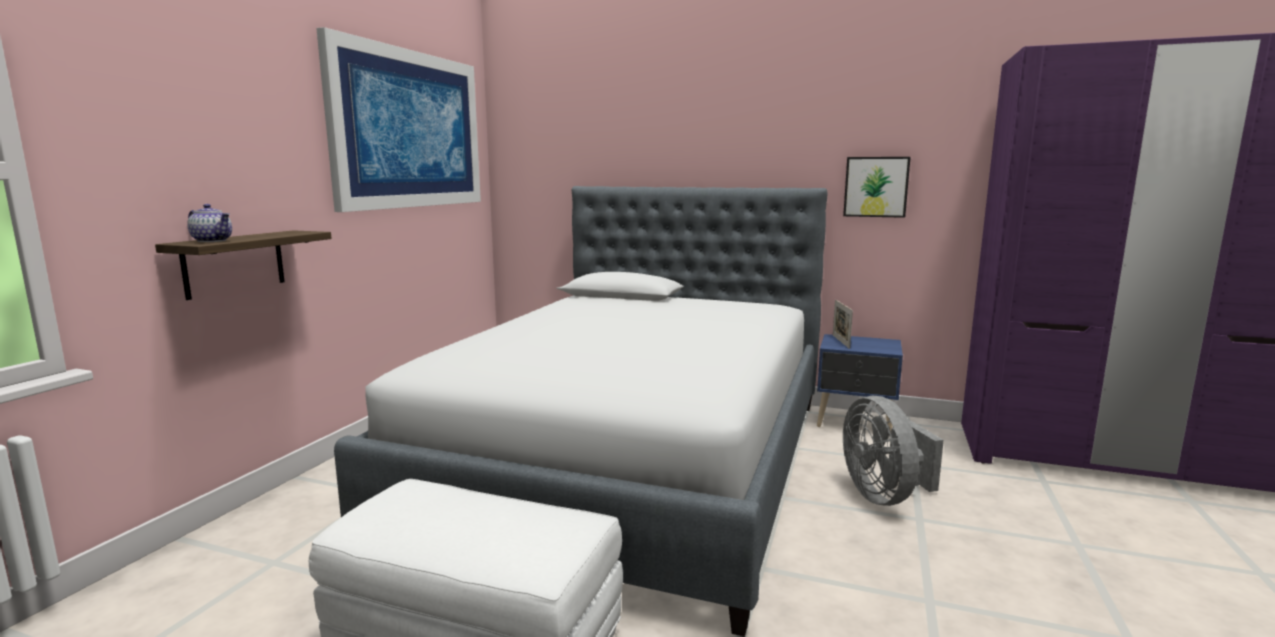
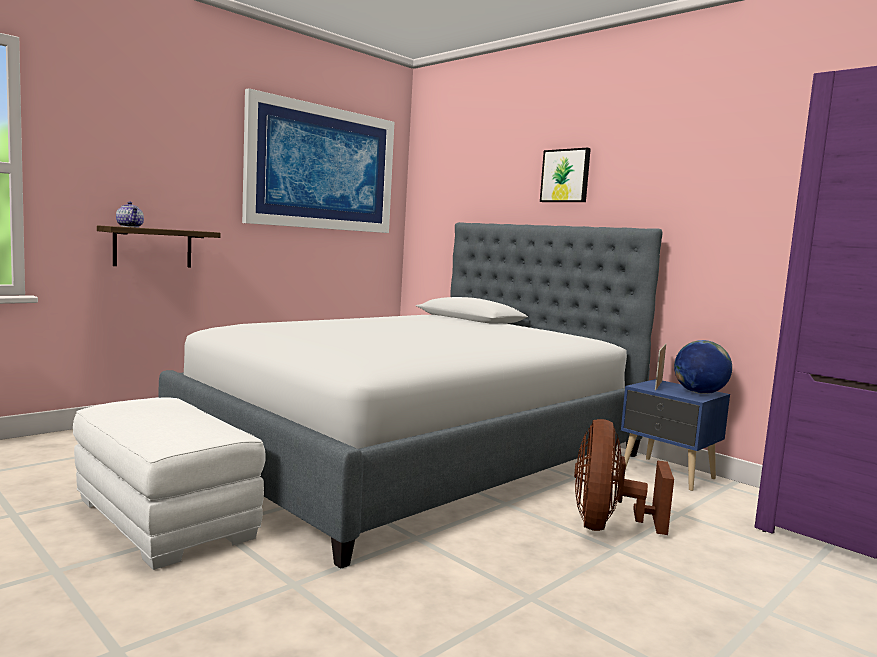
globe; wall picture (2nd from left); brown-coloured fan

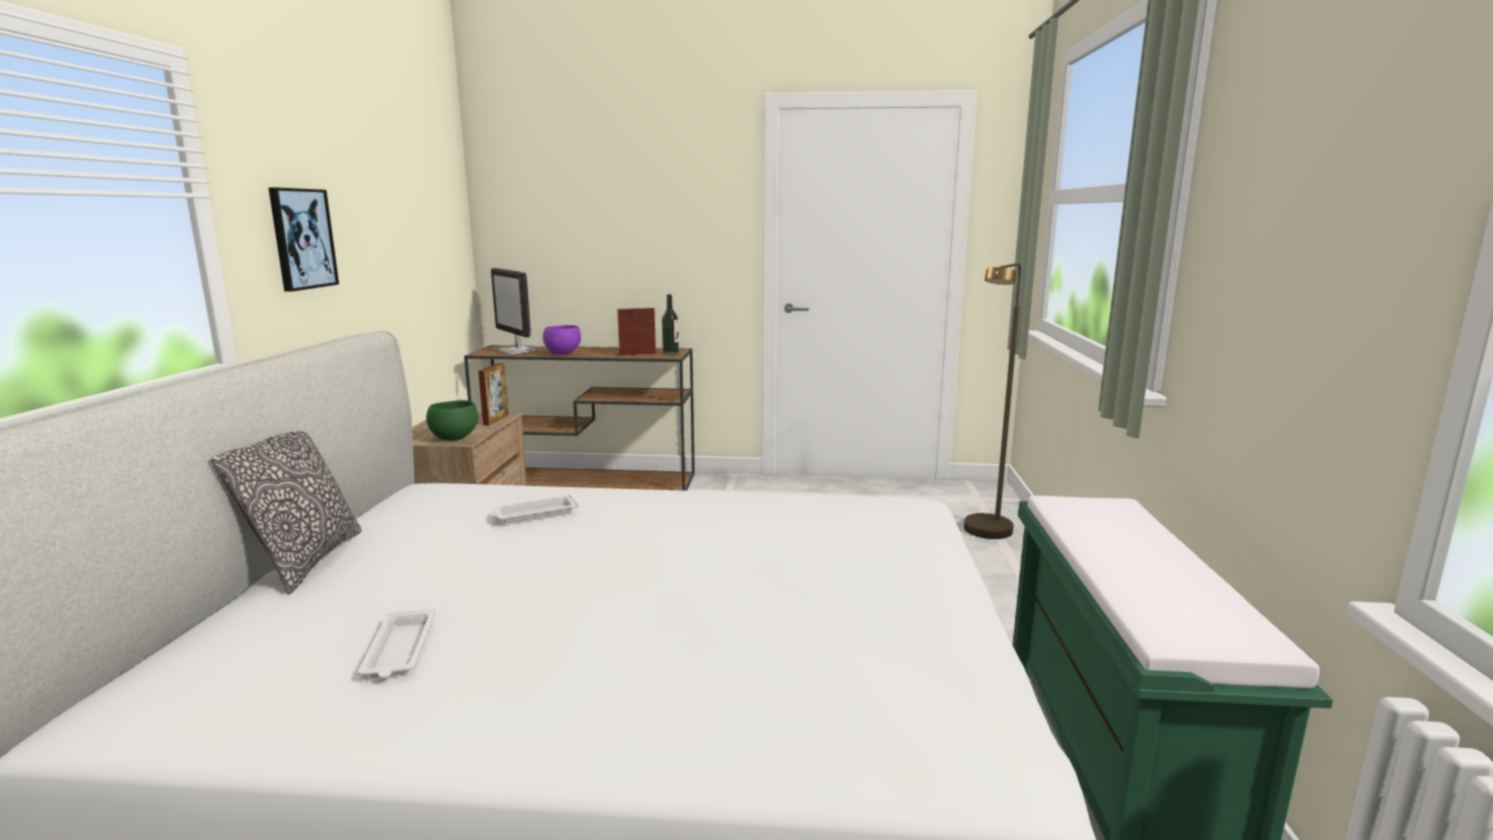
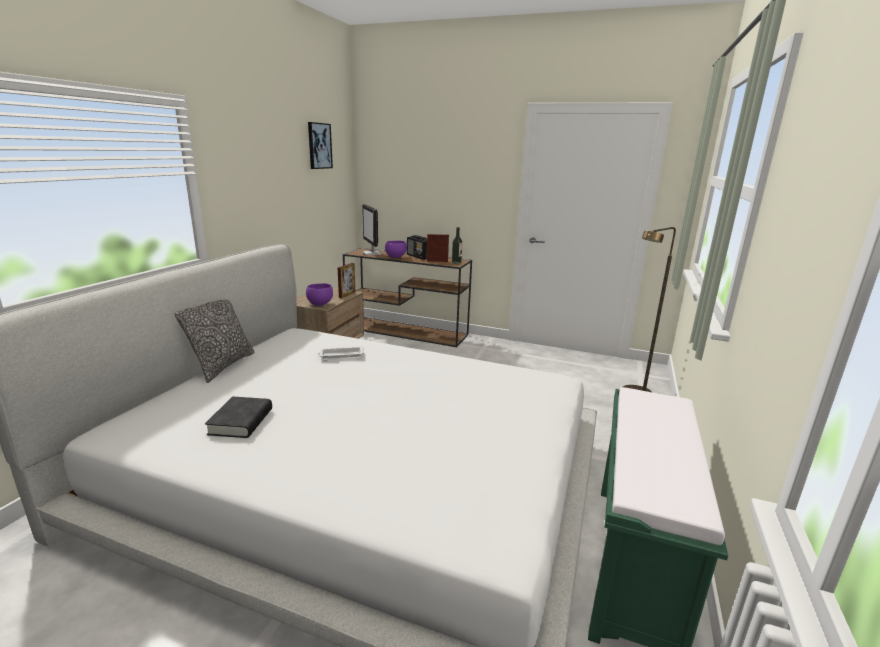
radio set; wall picture; black volume; purple-coloured deep dish (1st from left)

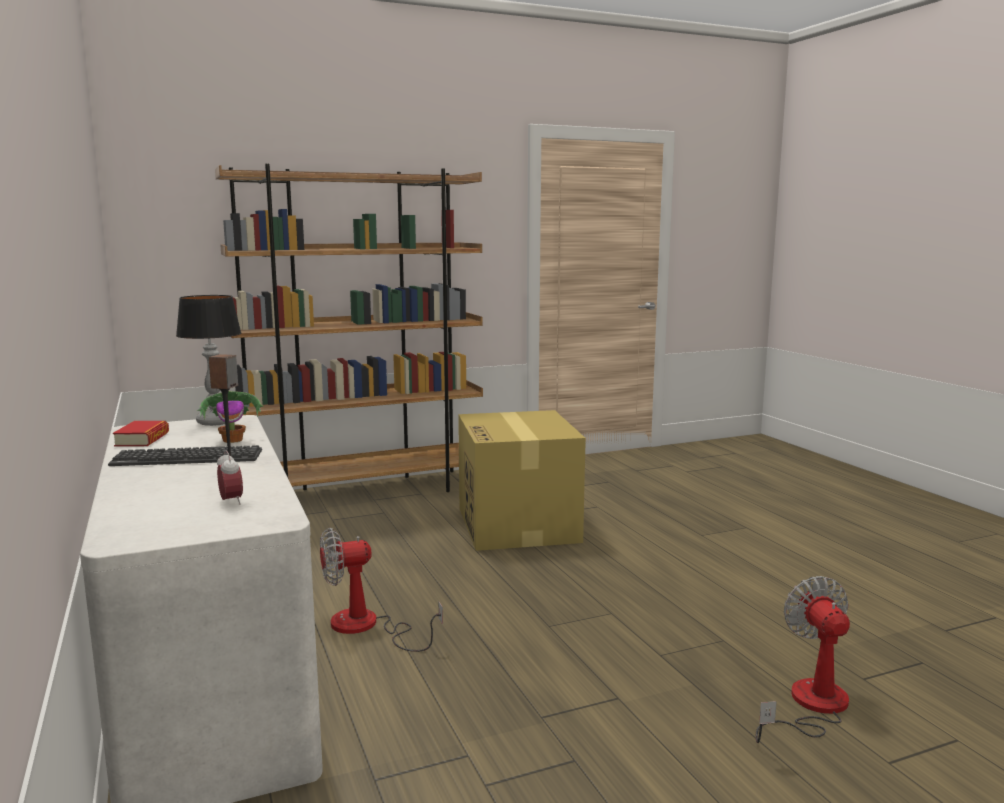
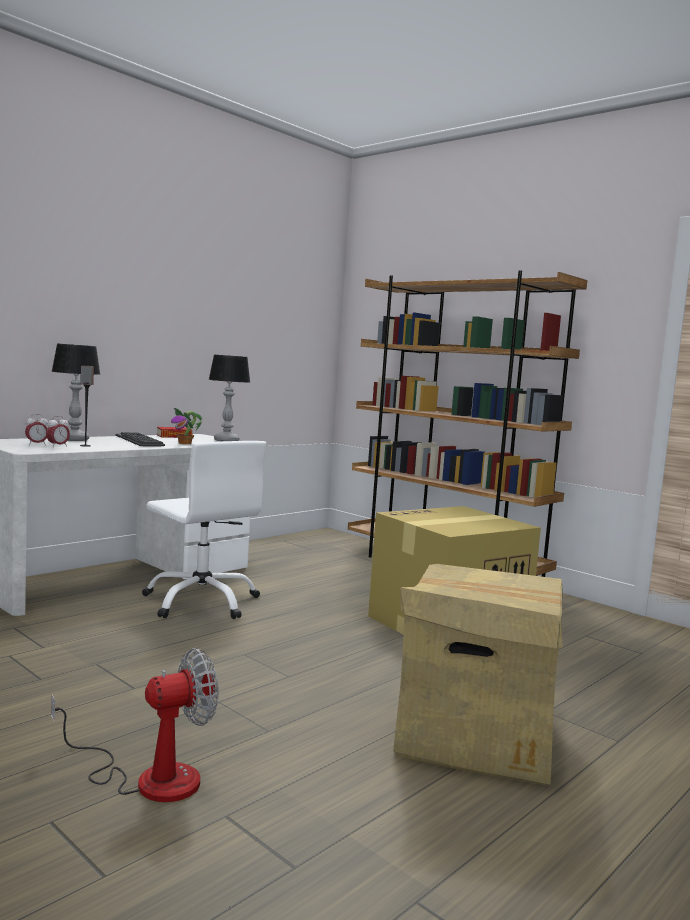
alarm clock (1st from left); lamp for a table (1st from left); packing box (2nd from left); whitish office chair

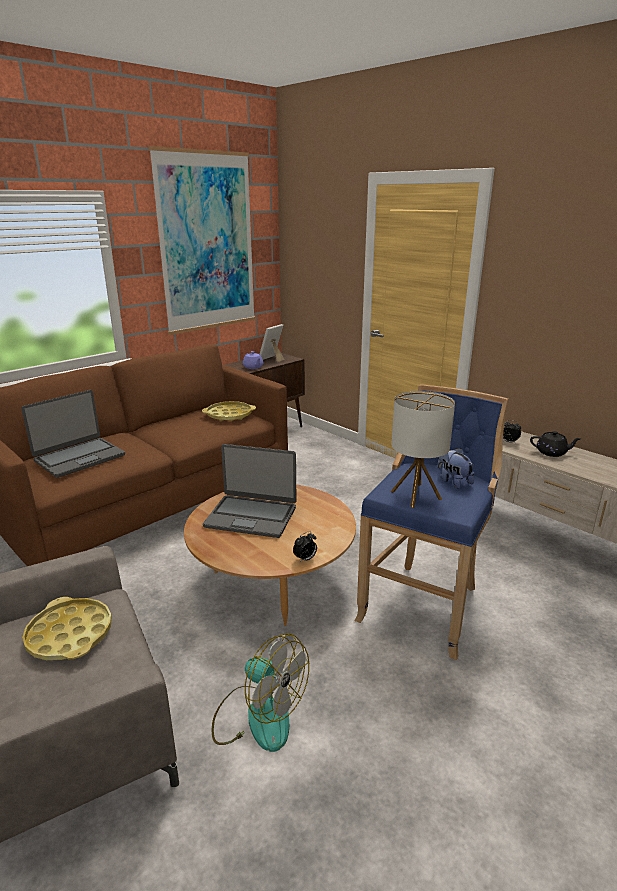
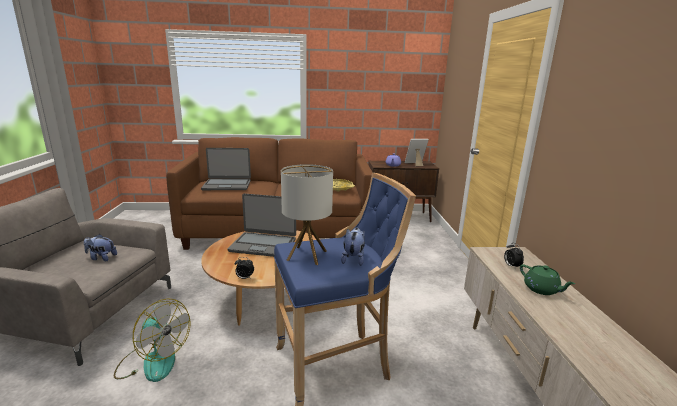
wall picture; cuddly toy (1st from left); green-coloured tea pot; laptop (2nd from left); fan

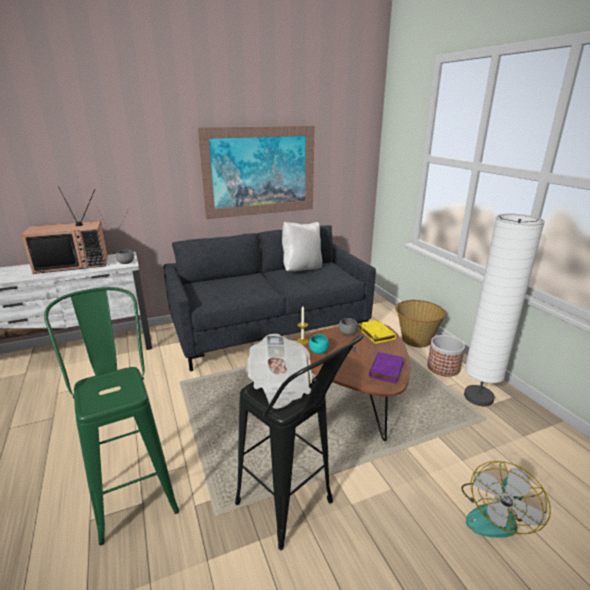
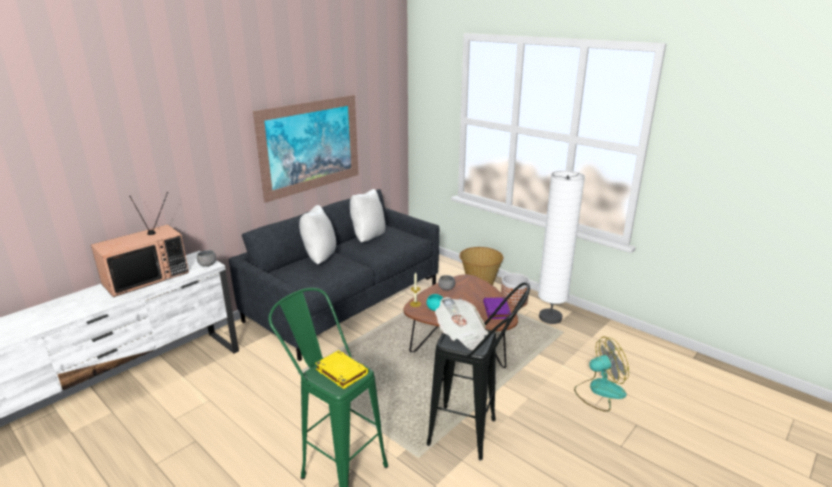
whitish throw pillow (1st from left); yellow volume; fan

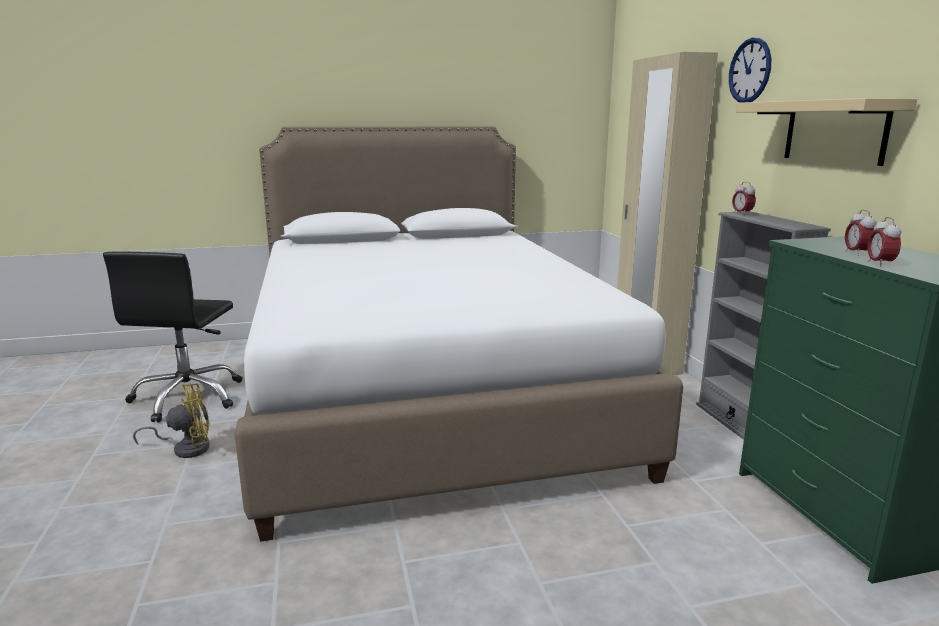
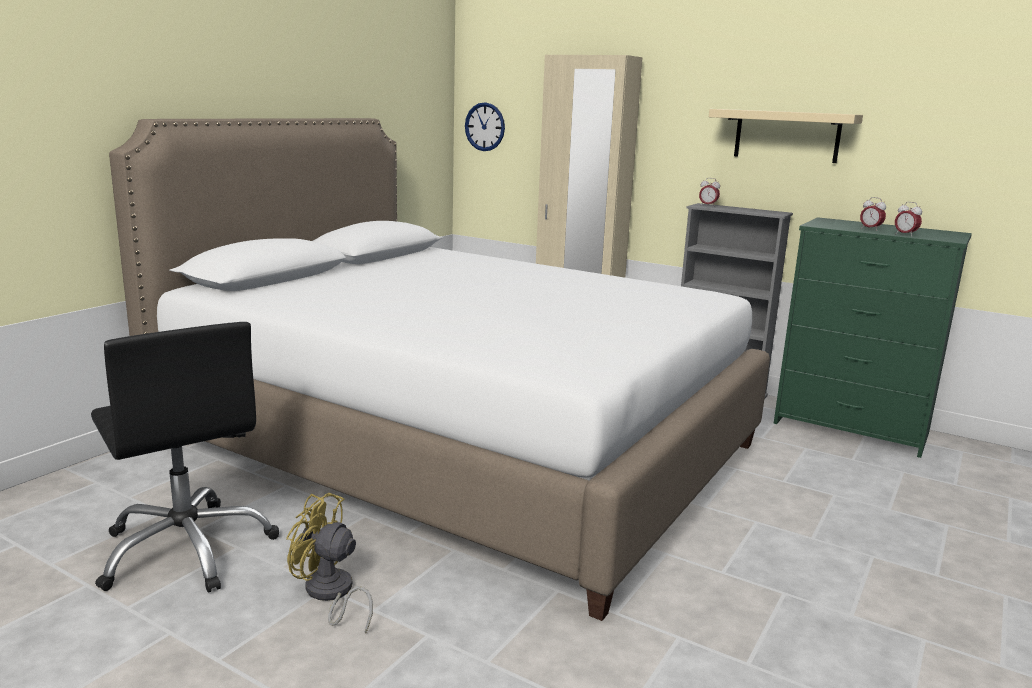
hanging clock; yellow fan

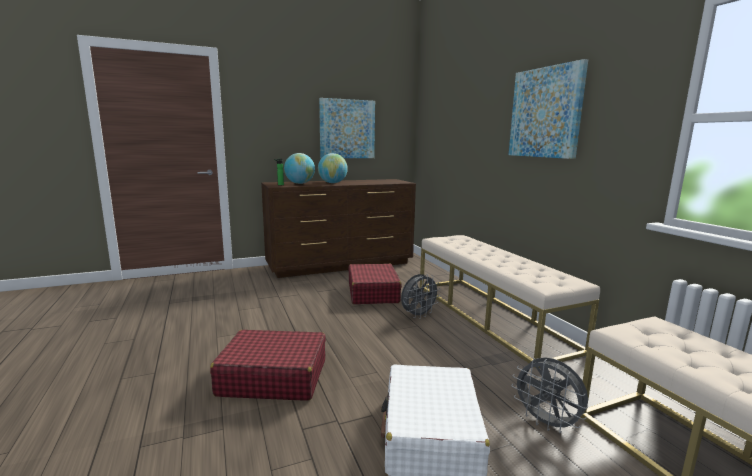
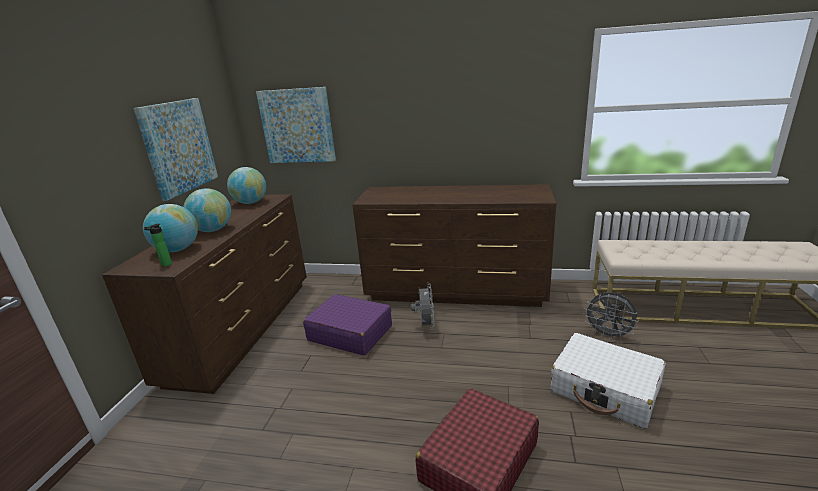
globe (3rd from left); wall picture (2nd from left); brown-coloured drawer chest (2nd from left); purple-coloured suitcase; greyish fan (2nd from left)

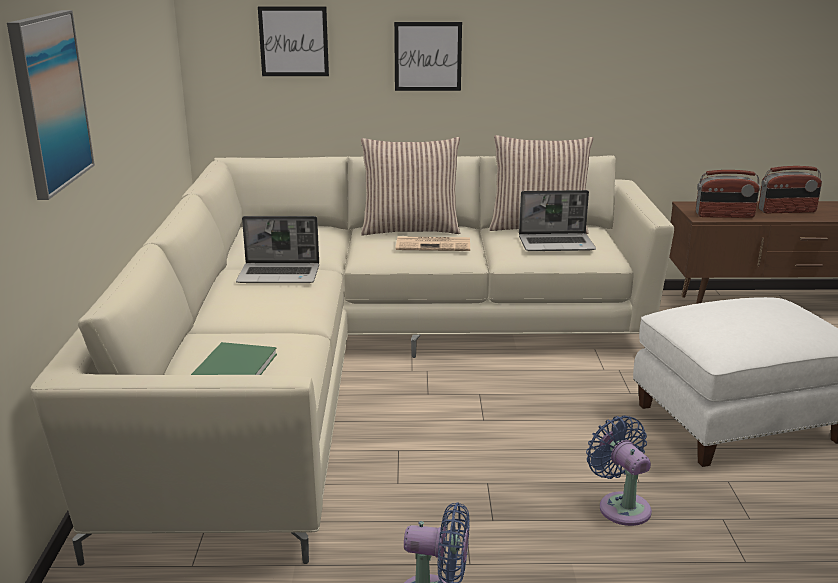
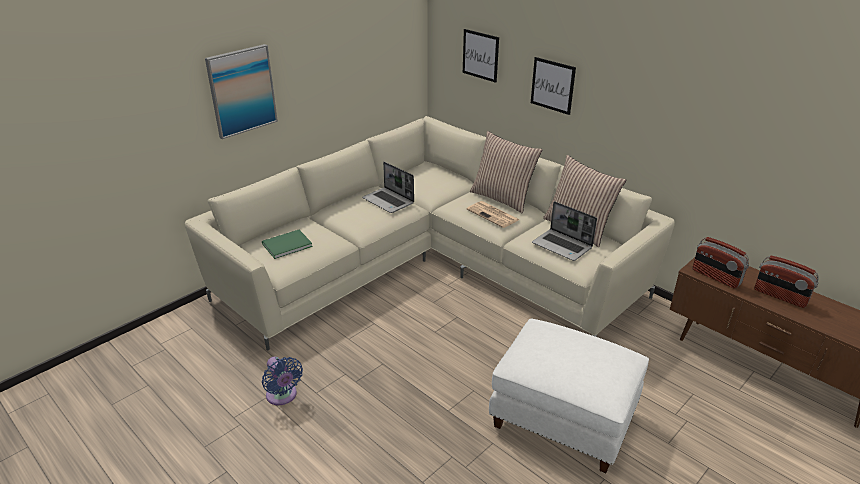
blue-coloured fan (2nd from left in the first image)

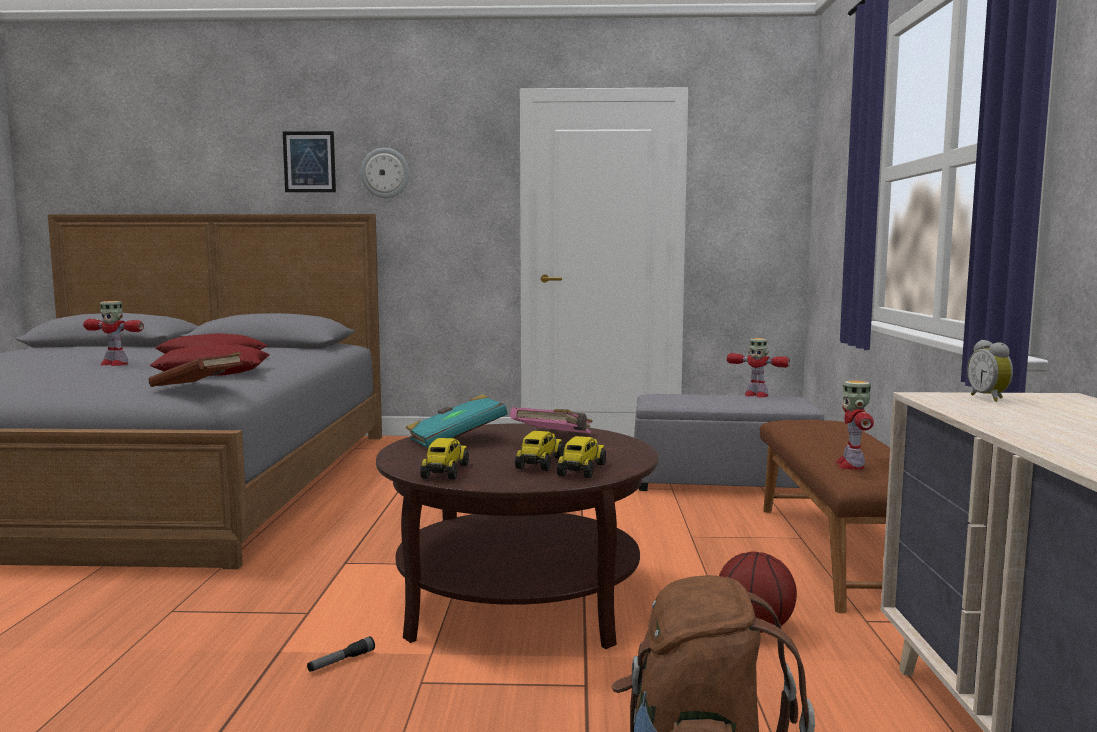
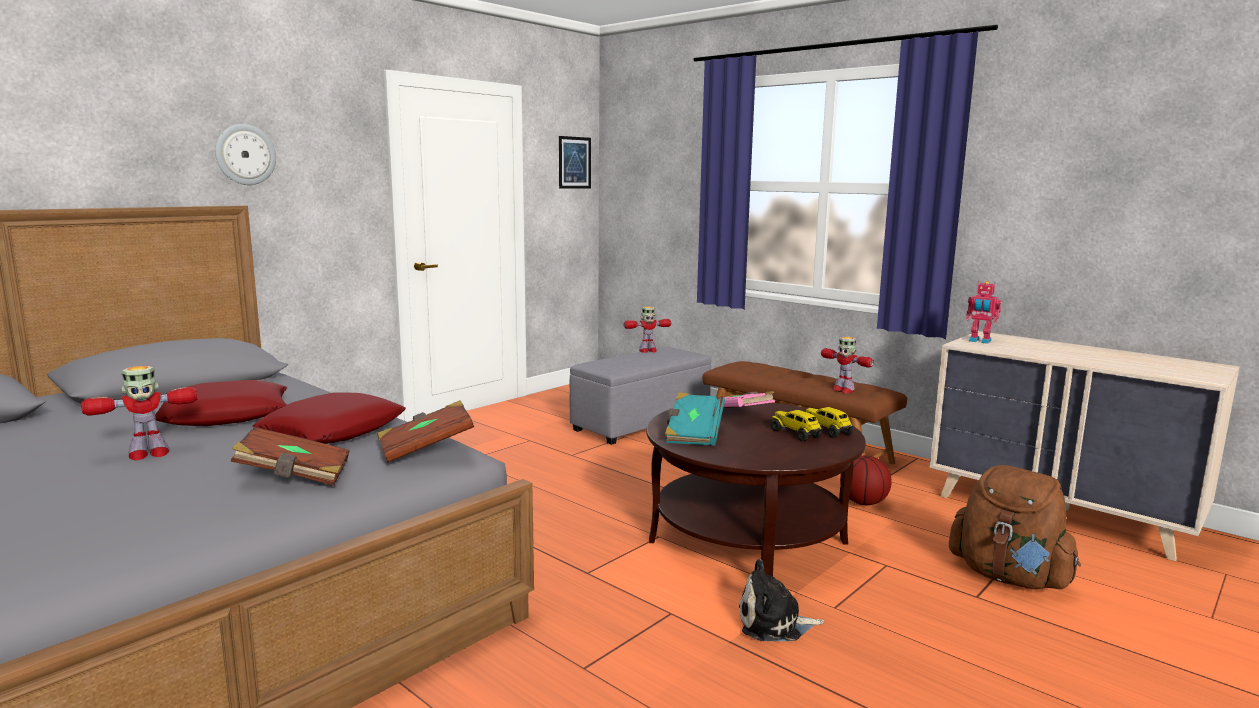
toy lorry (1st from left in the first image); brown-coloured volume (1st from left); wall picture; cuddly toy; toy robot (4th from left)

